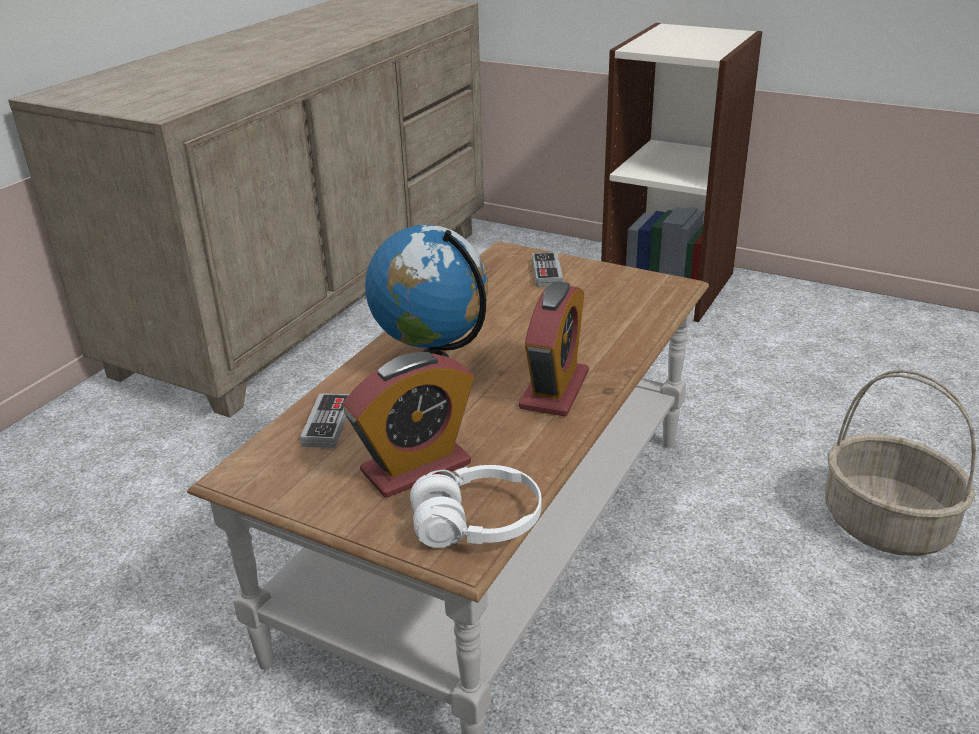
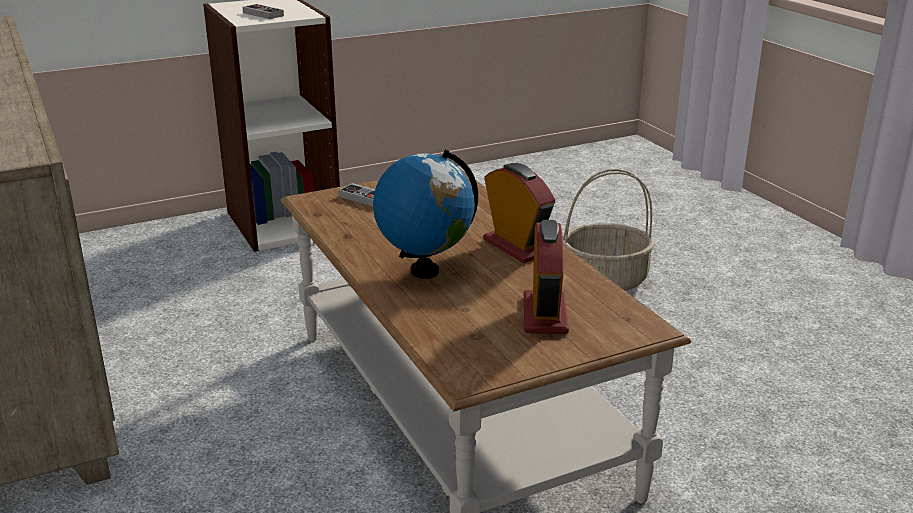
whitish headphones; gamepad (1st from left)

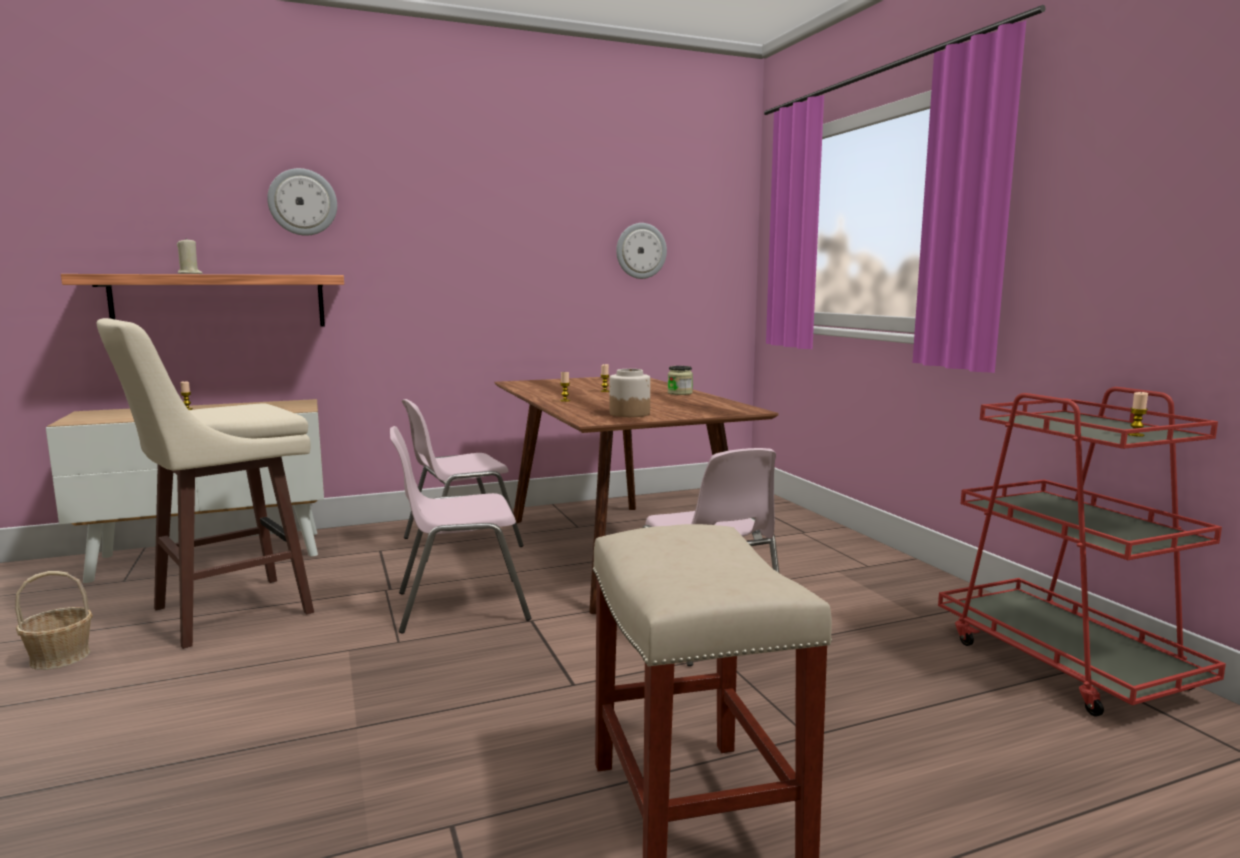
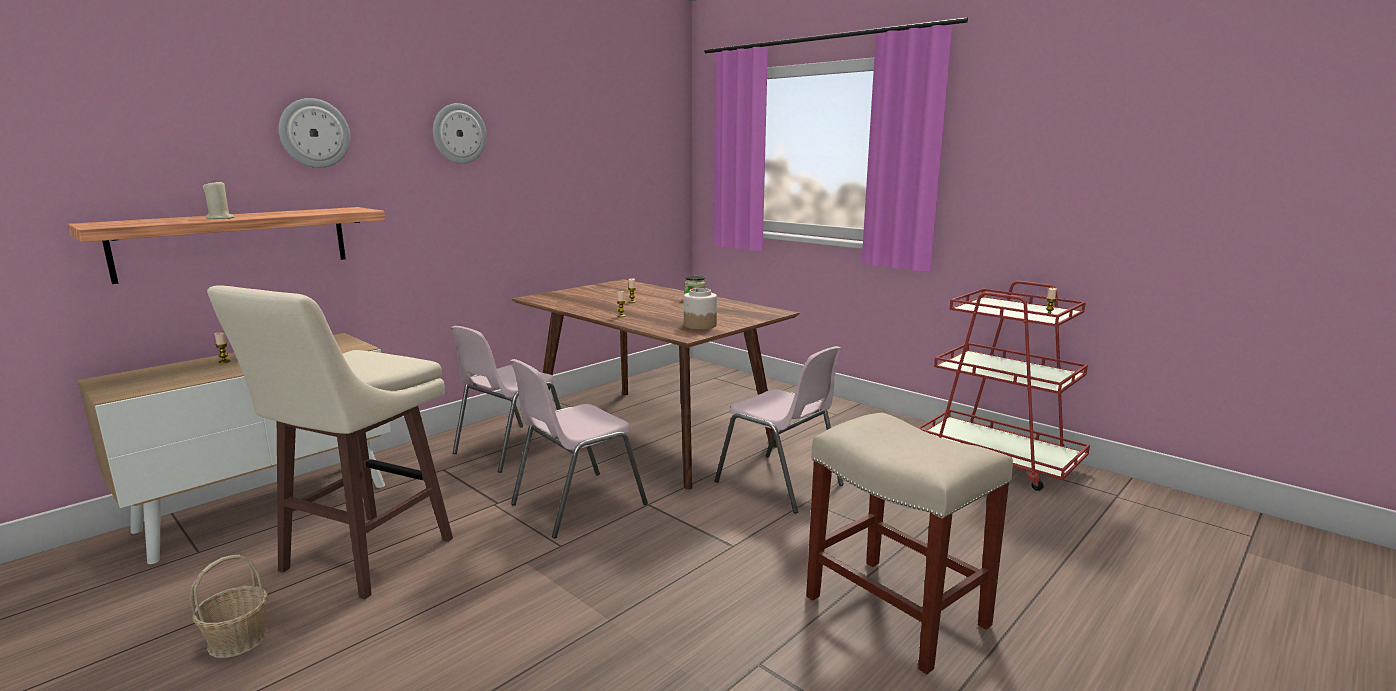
hanging clock (2nd from left)

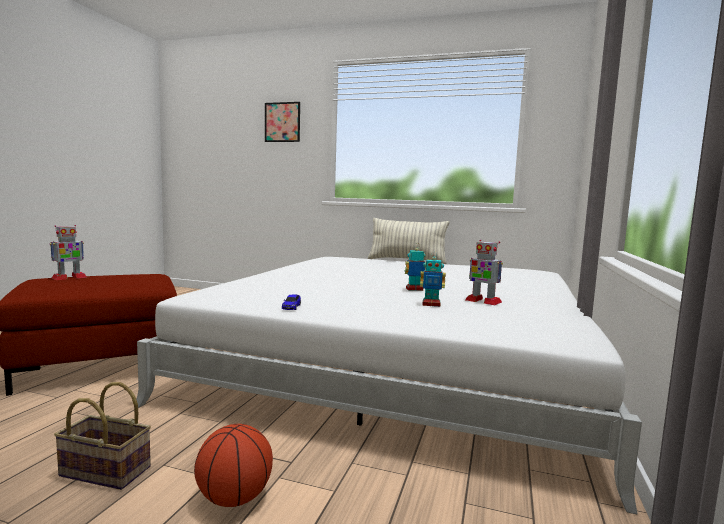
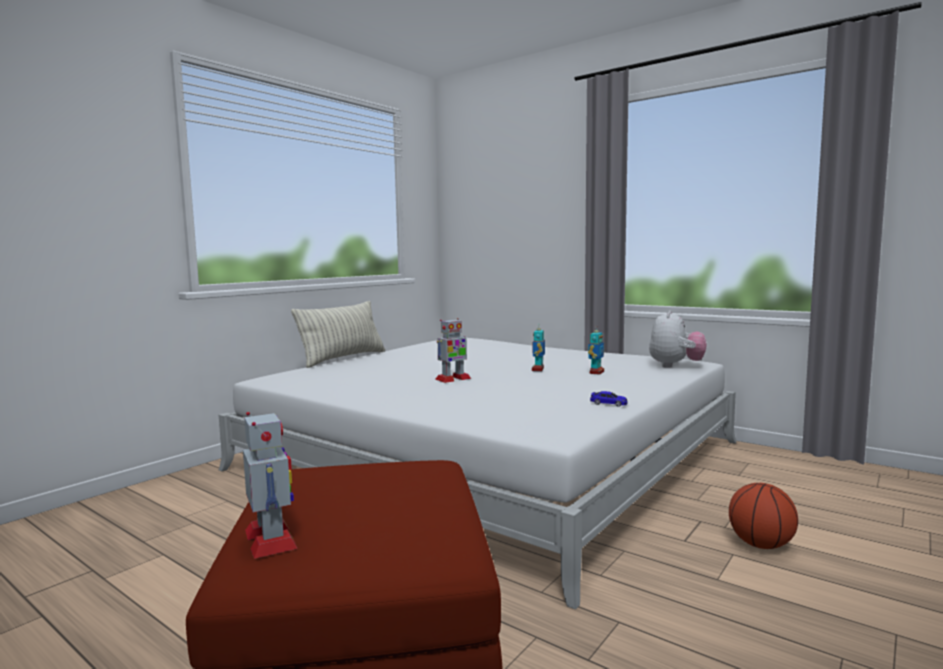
household basket; wall picture; cuddly toy; toy robot (2nd from left)

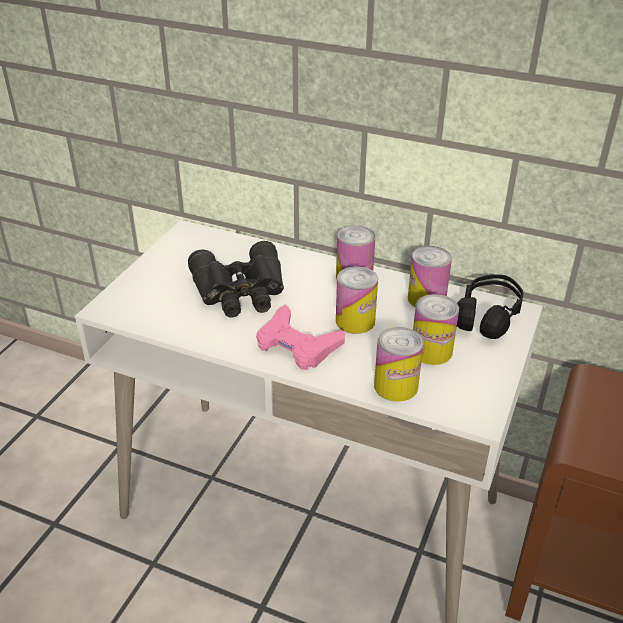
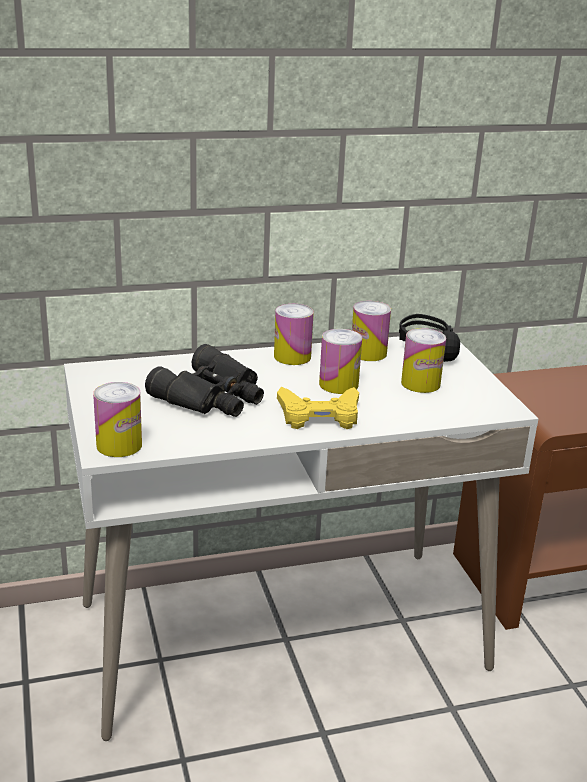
sealed can (1st from left); yellow gamepad

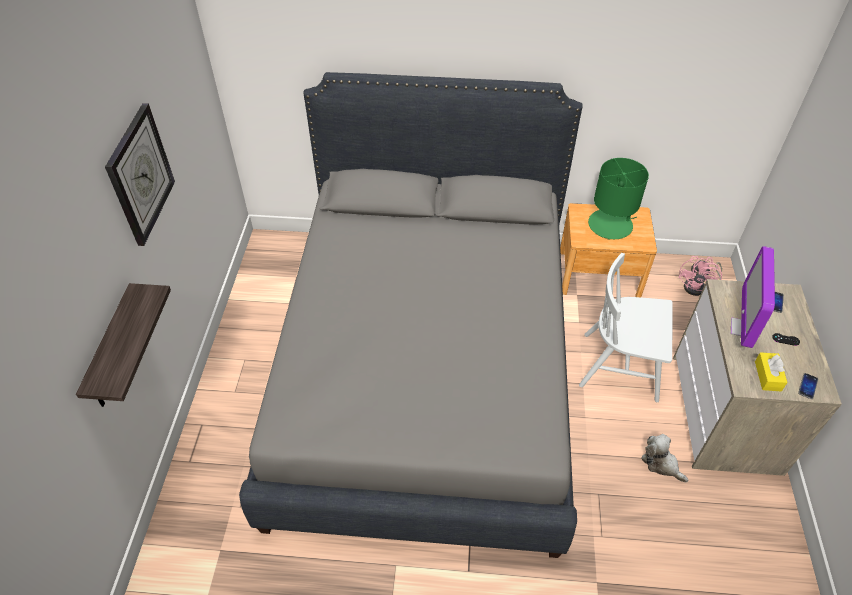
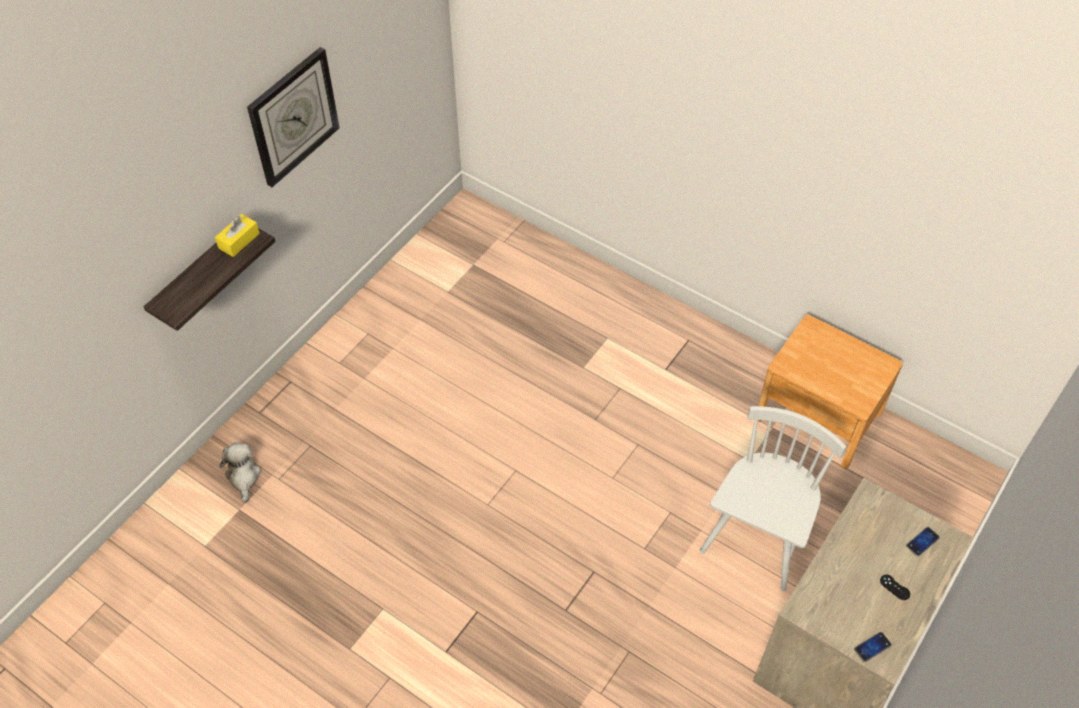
greyish sleeping bed; green-coloured lamp for a table; pink-coloured fan; monitor; cuddly toy; yellow tissue holder; whitish chair

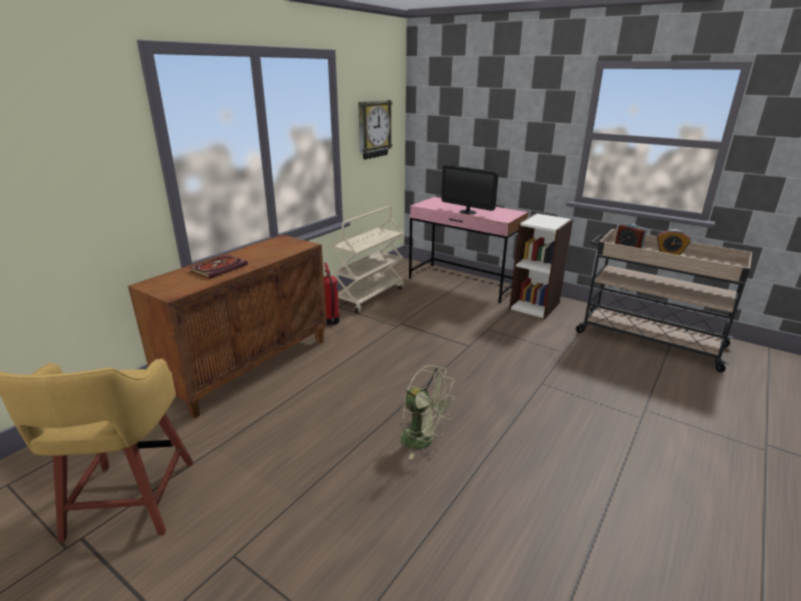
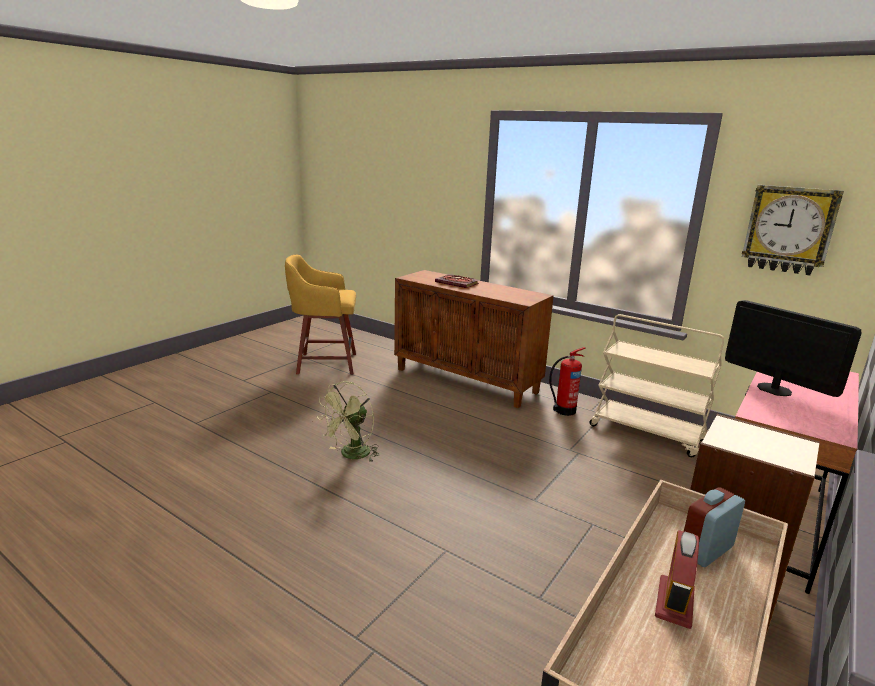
monitor

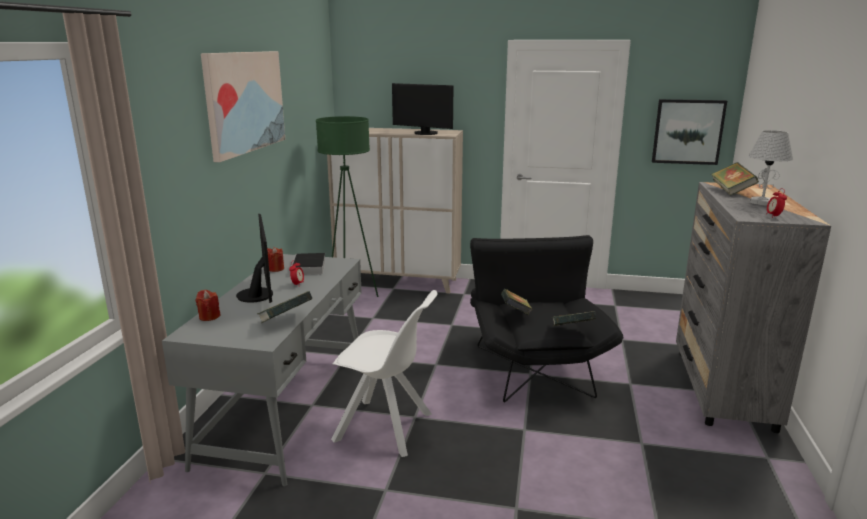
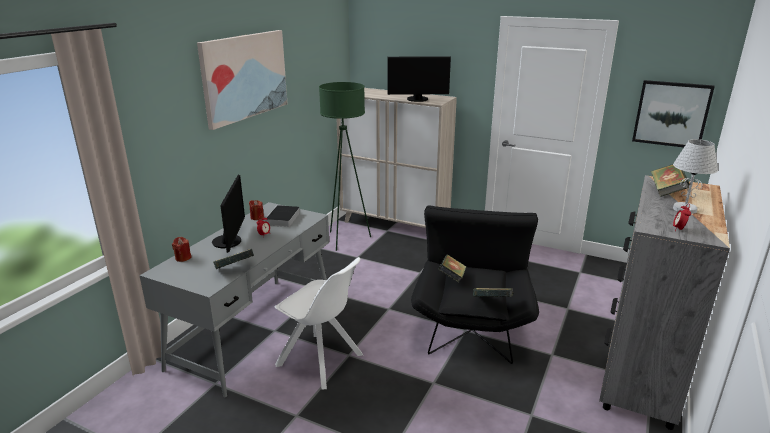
monitor (2nd from left)

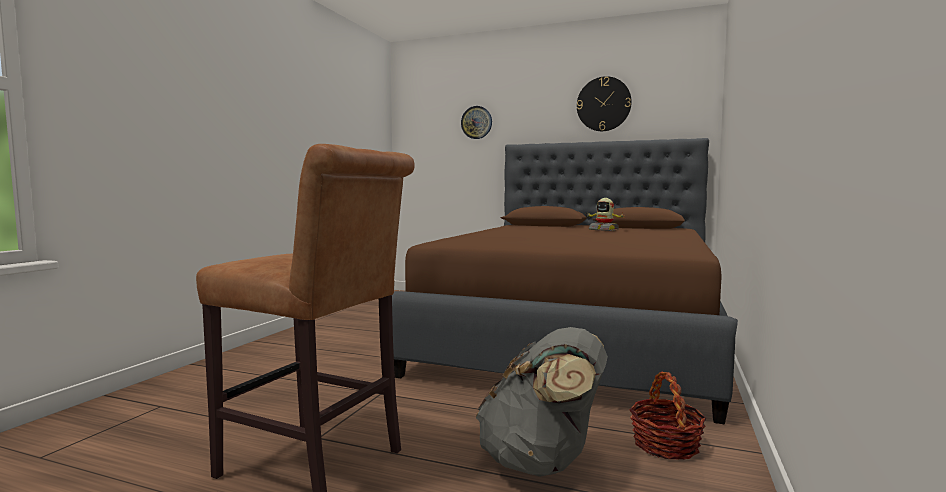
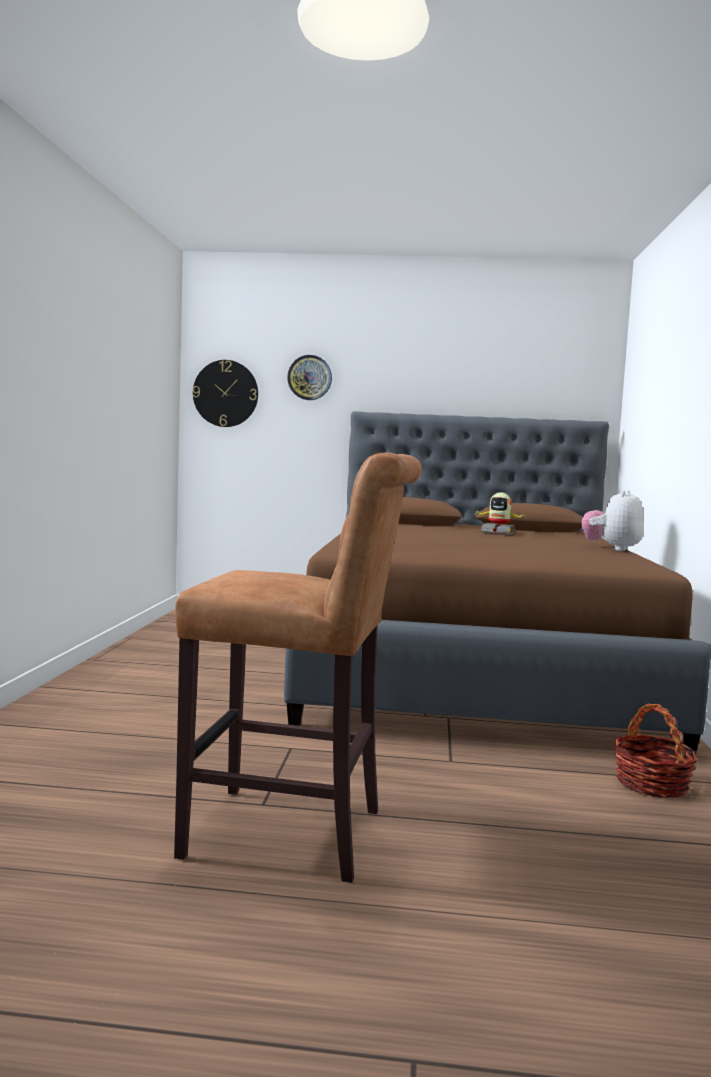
greyish knapsack; cuddly toy; hanging clock (1st from left)

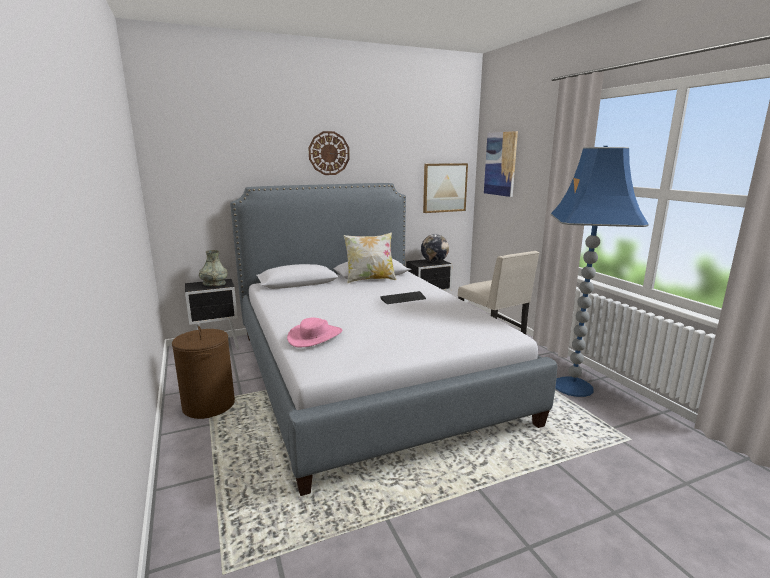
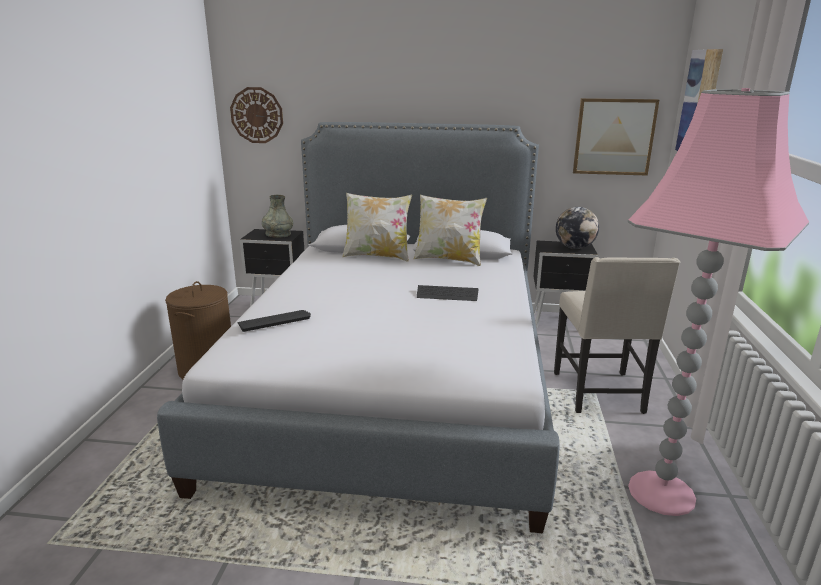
throw pillow (1st from left); hanging clock; keyboard (1st from left); pink-coloured floor lamp

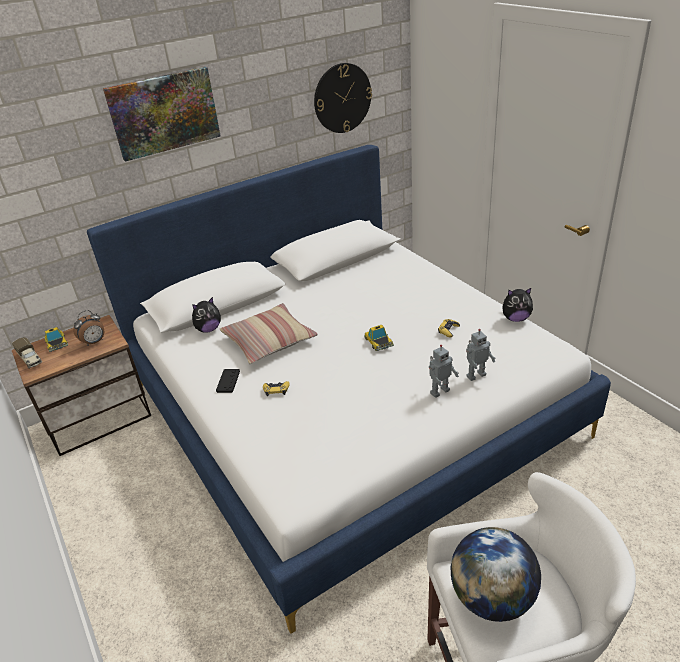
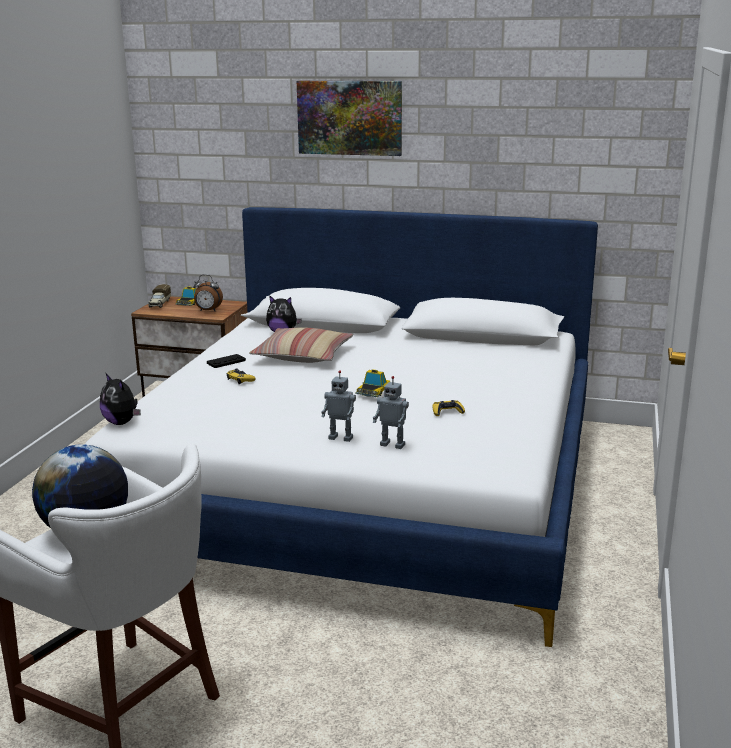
hanging clock; cuddly toy (1st from left)

